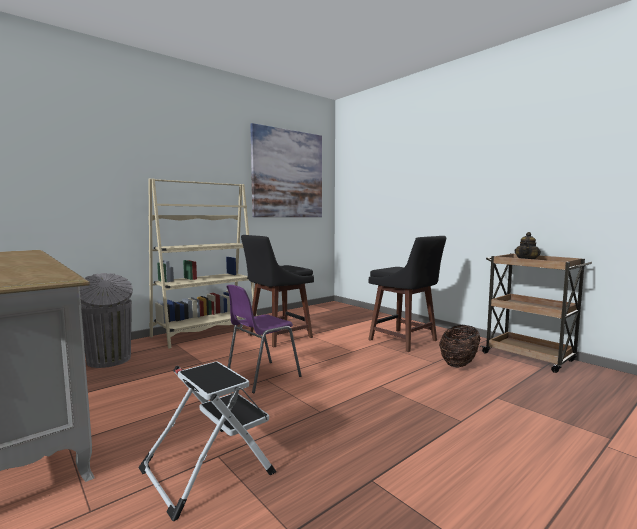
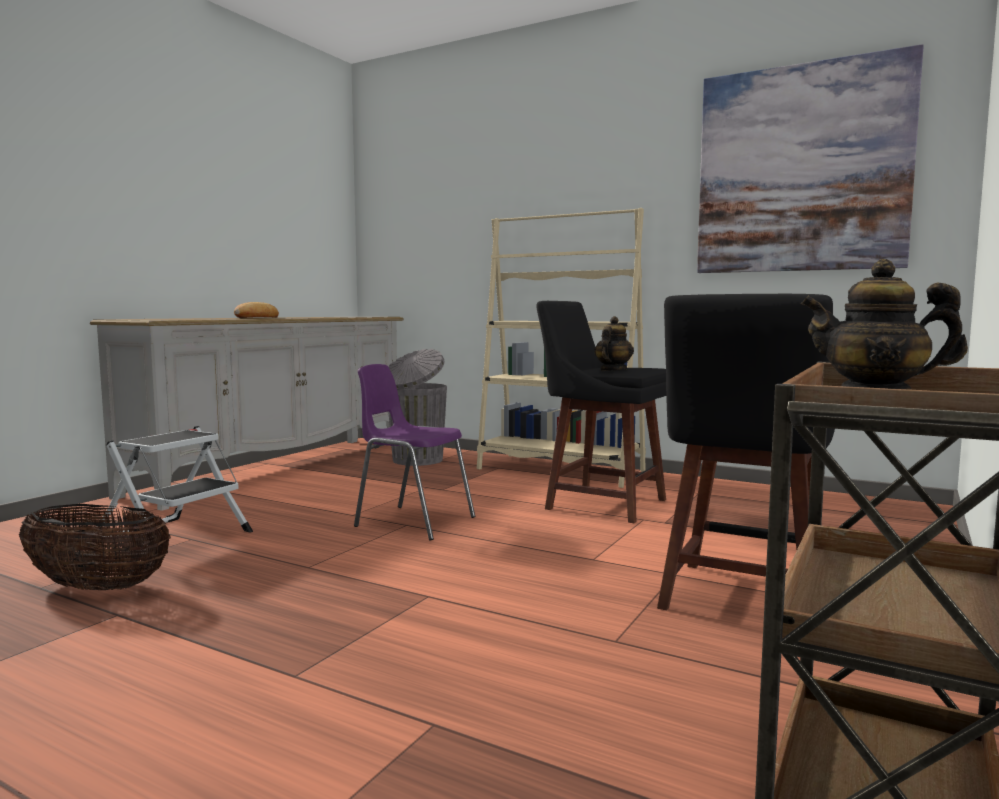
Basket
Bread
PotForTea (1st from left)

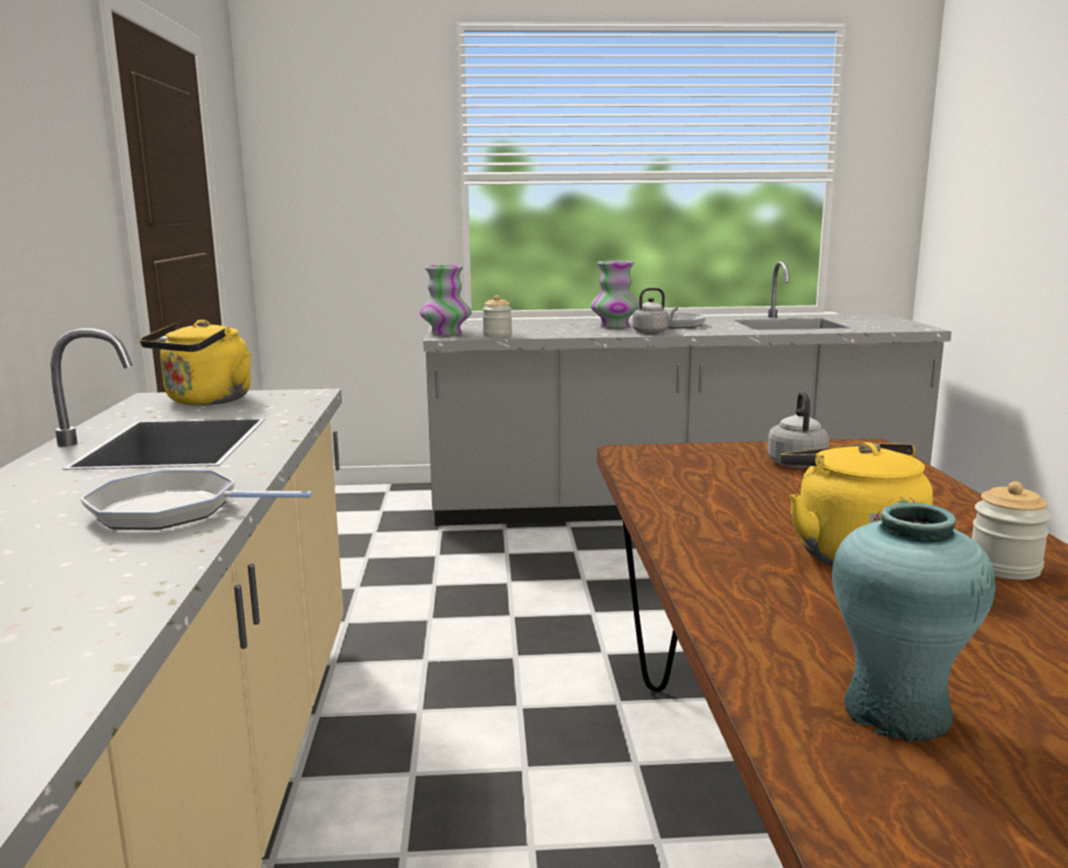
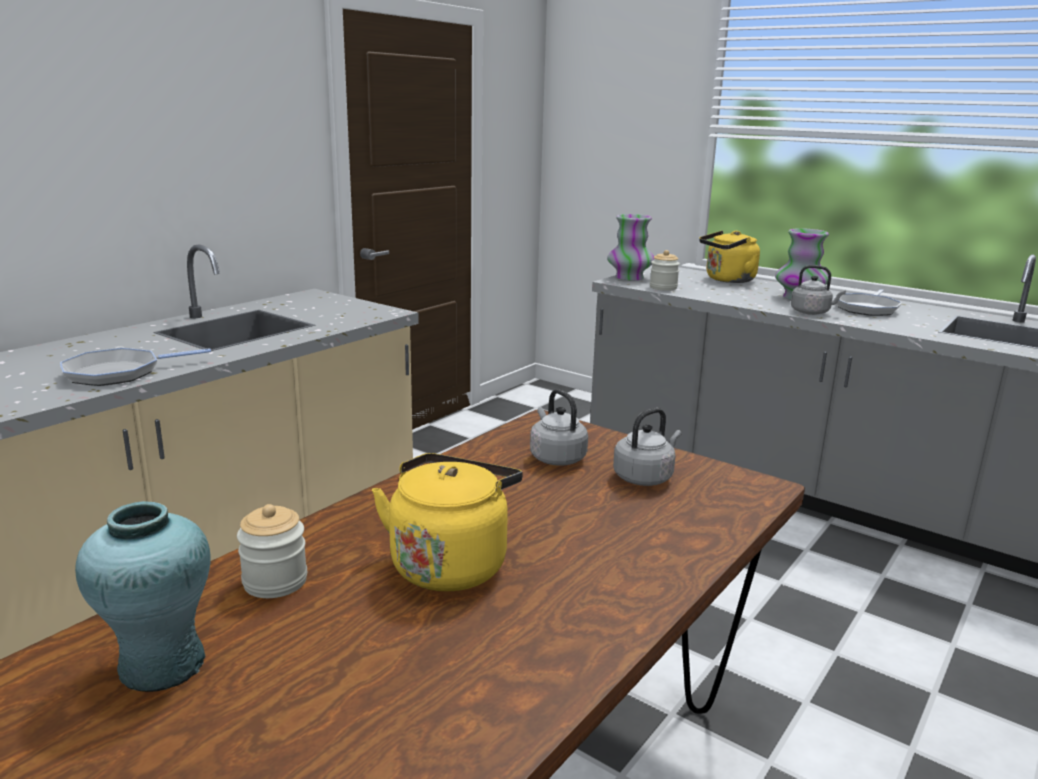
YellowTeaKettle (2nd from left)
FryingPan (1st from left)
StorageJar (1st from left)
GreyTeaKettle (1st from left)

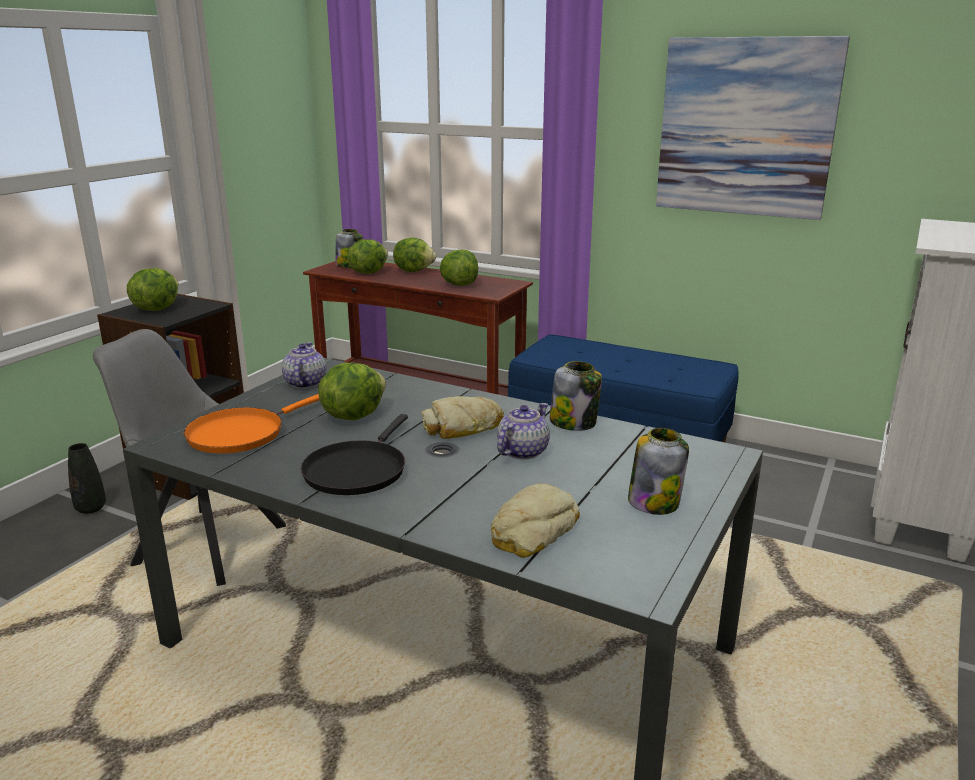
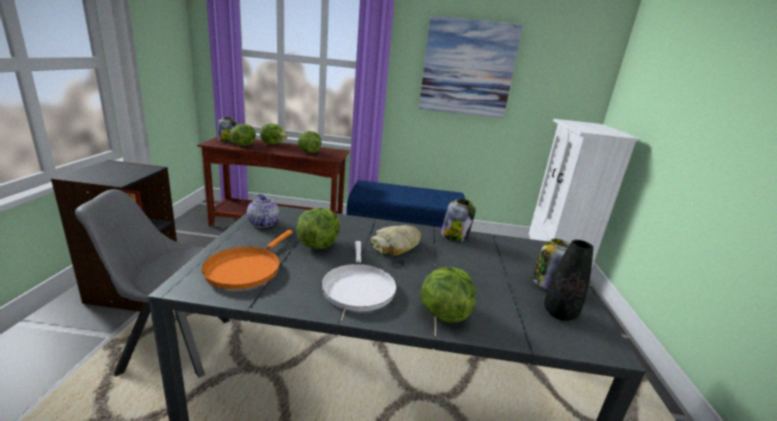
HeadOfLettuce (5th from left)
PotForTea (2nd from left in the first image)
WhiteColouredFryingPan
BlackVase
Bread (2nd from left in the first image)

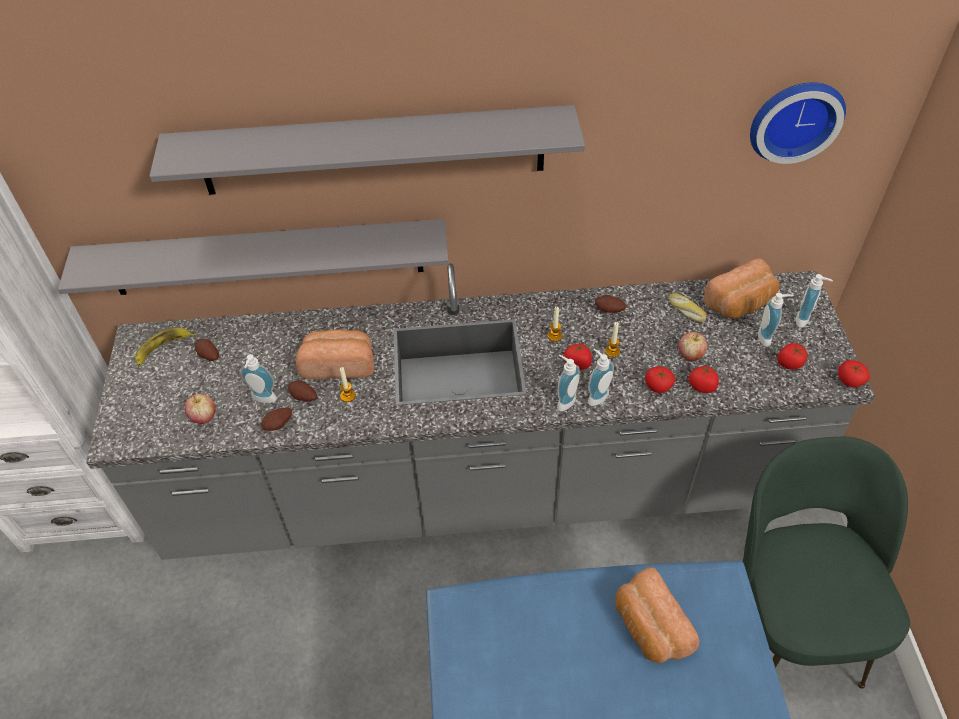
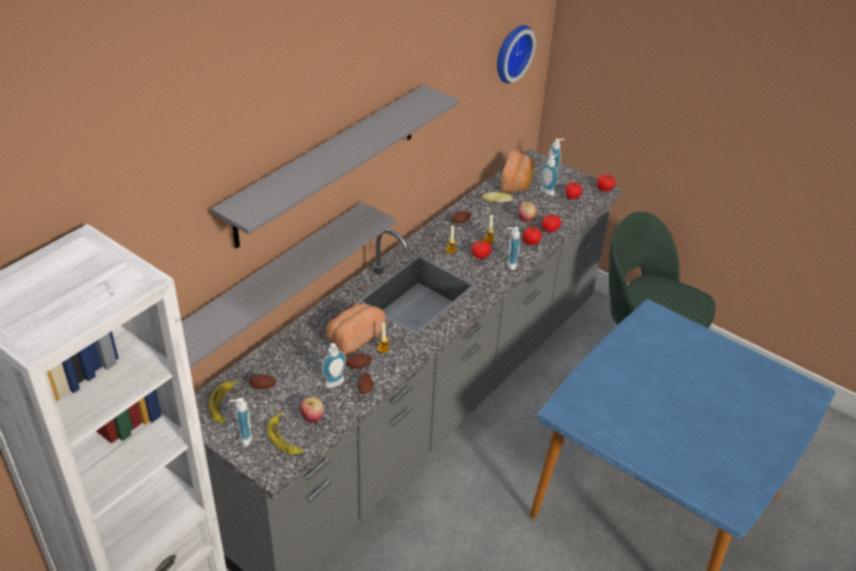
LiquidSoapBottle (1st from left)
Bread (2nd from left in the first image)
Banana (2nd from left)

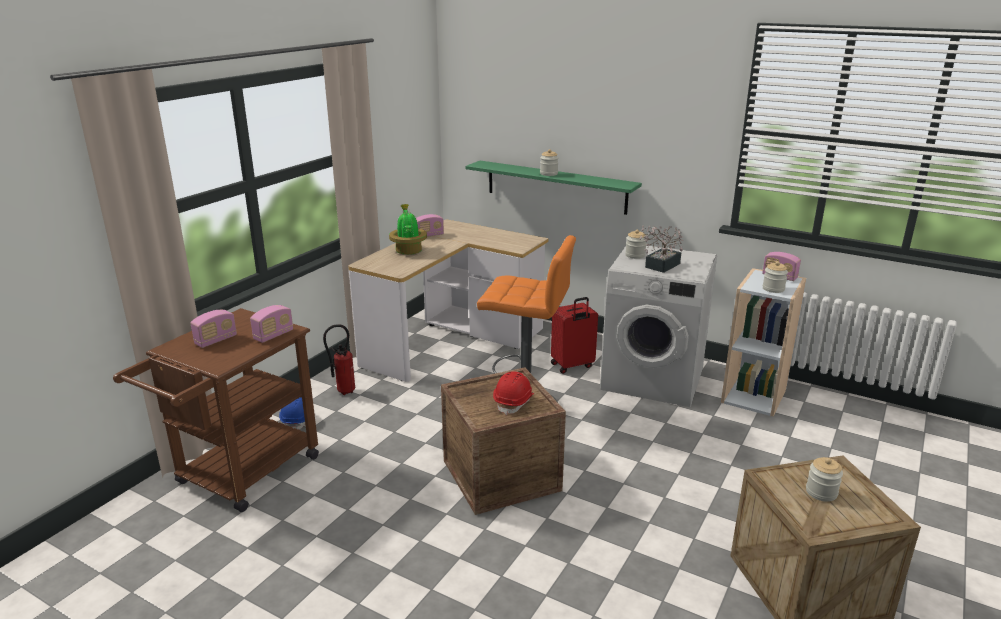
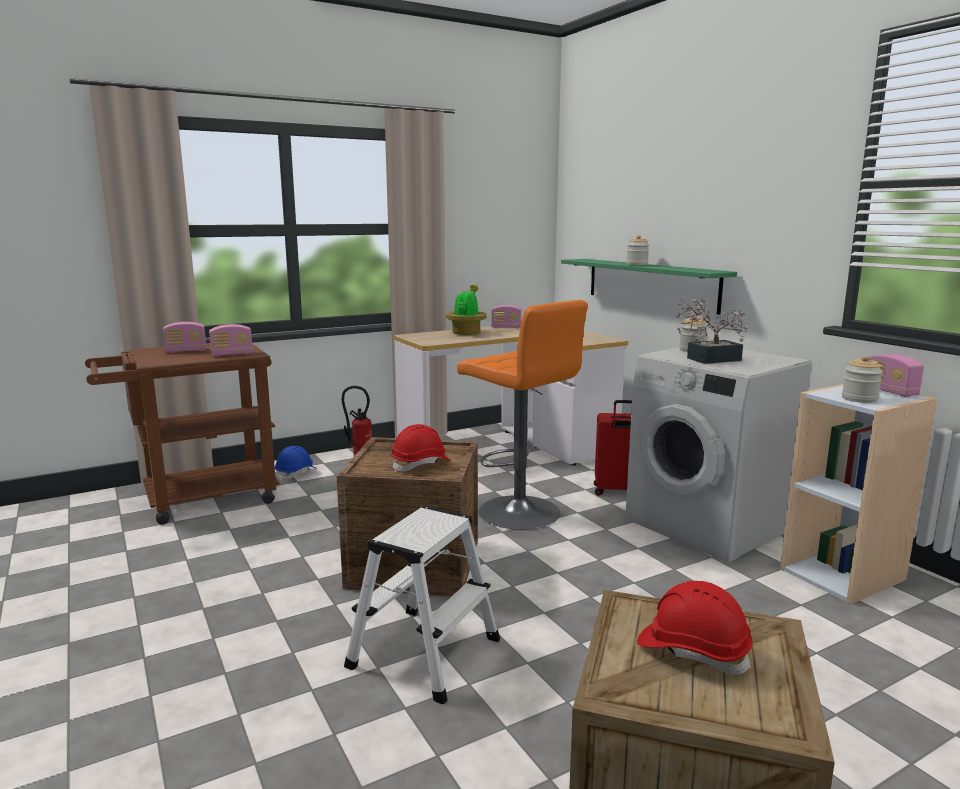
ReddishWorkHelmet (2nd from left)
WhiteColouredStepStool

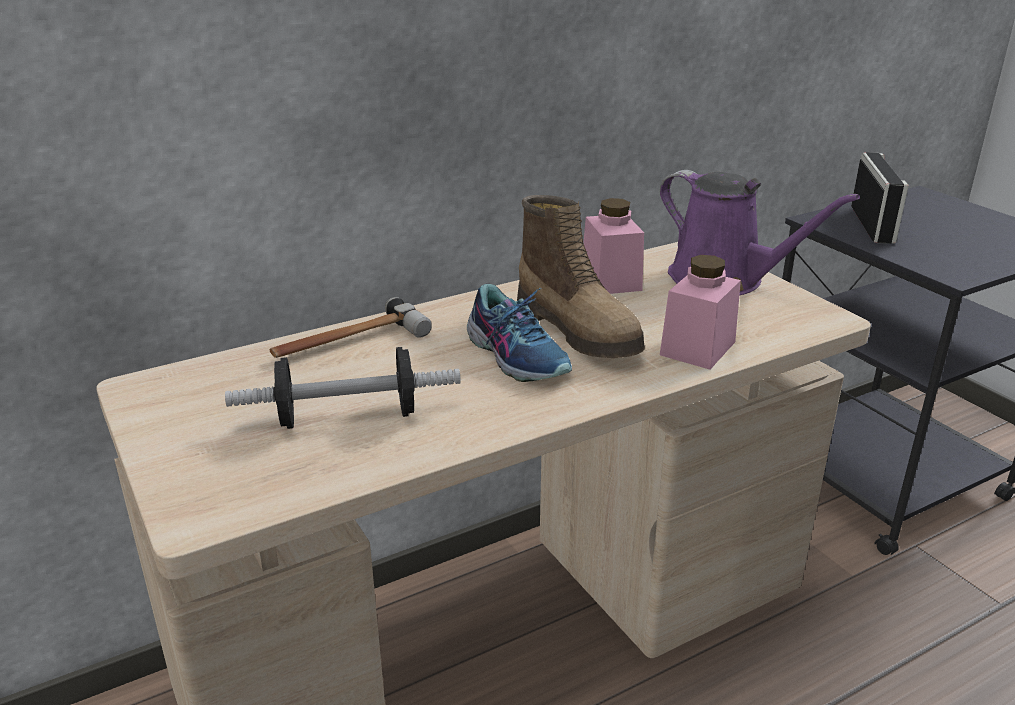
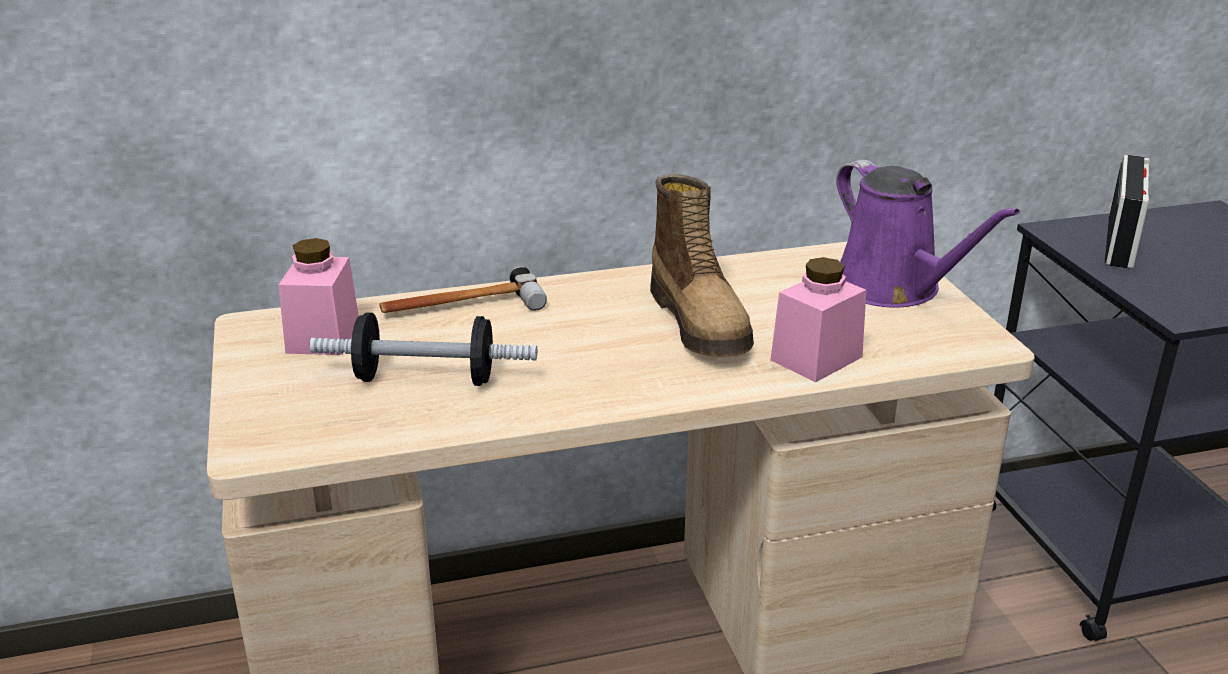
PinkStorageJar (1st from left)
LowShoe

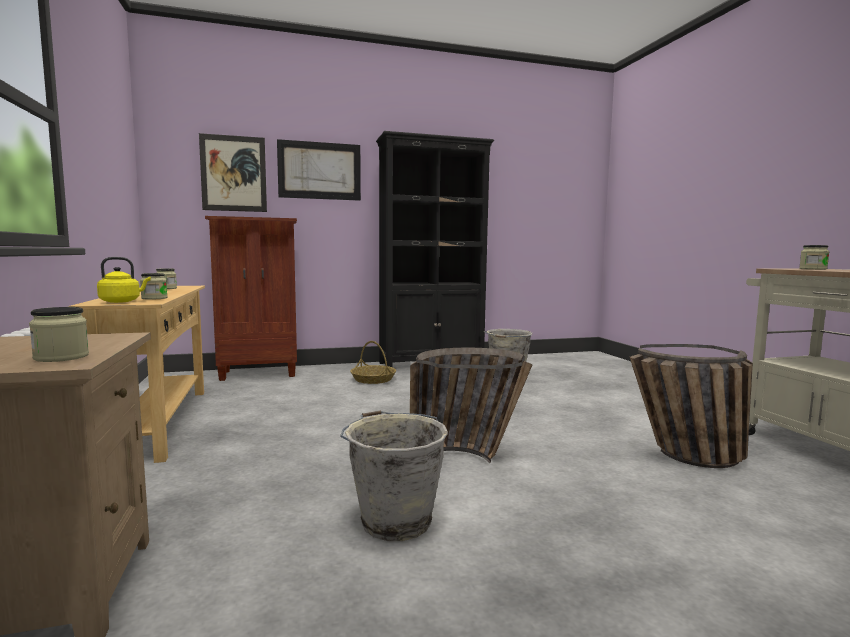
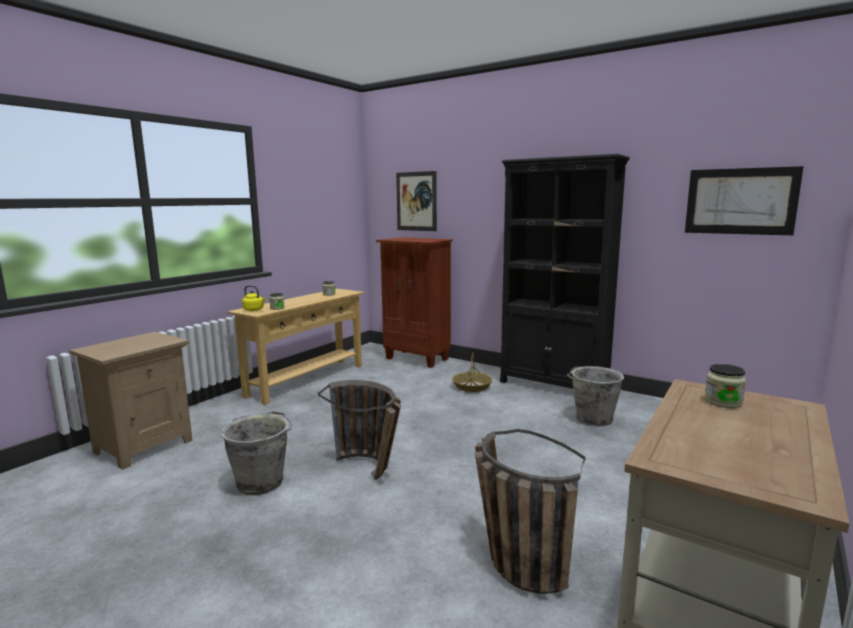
WallPicture (2nd from left)
StorageJar (1st from left in the first image)

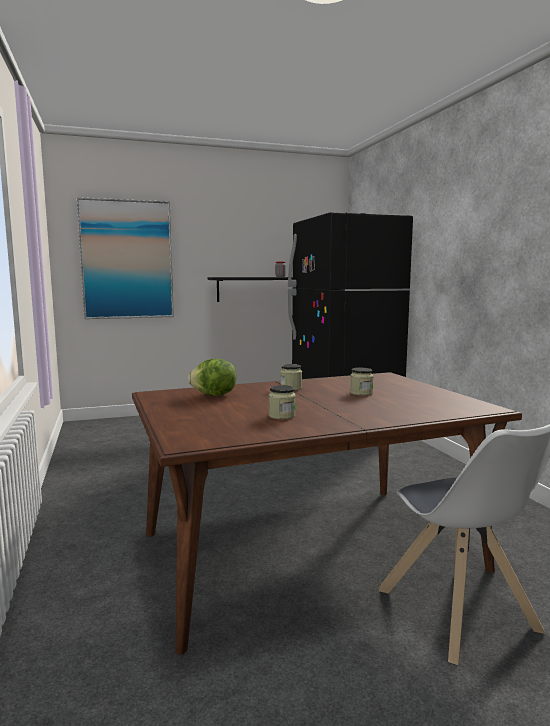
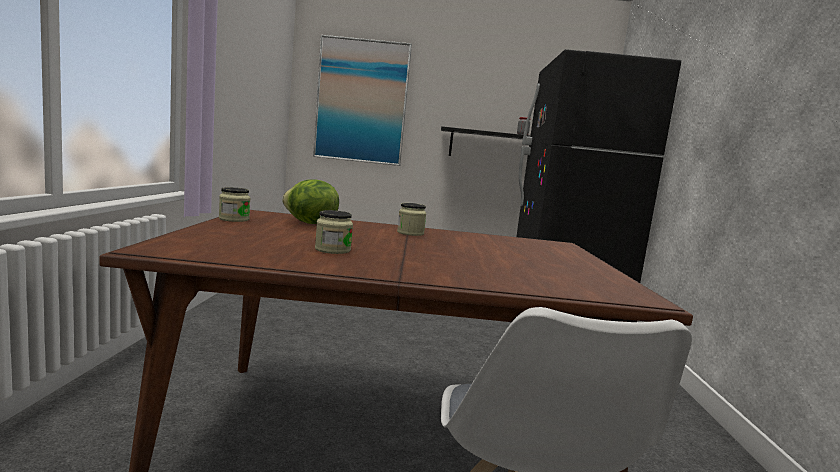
StorageJar (1st from left)

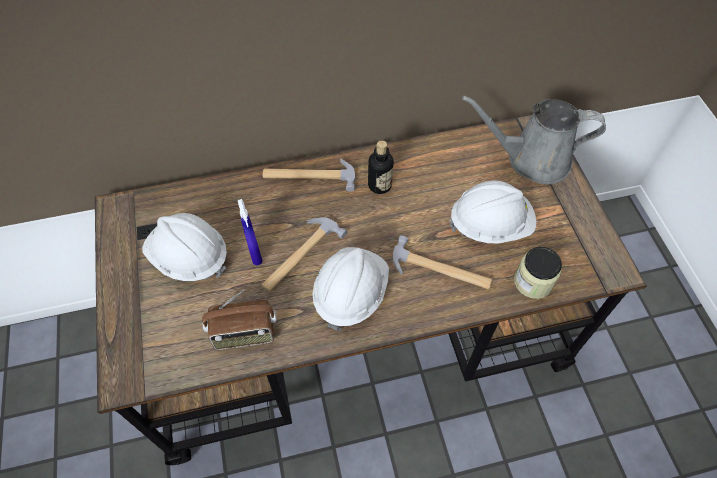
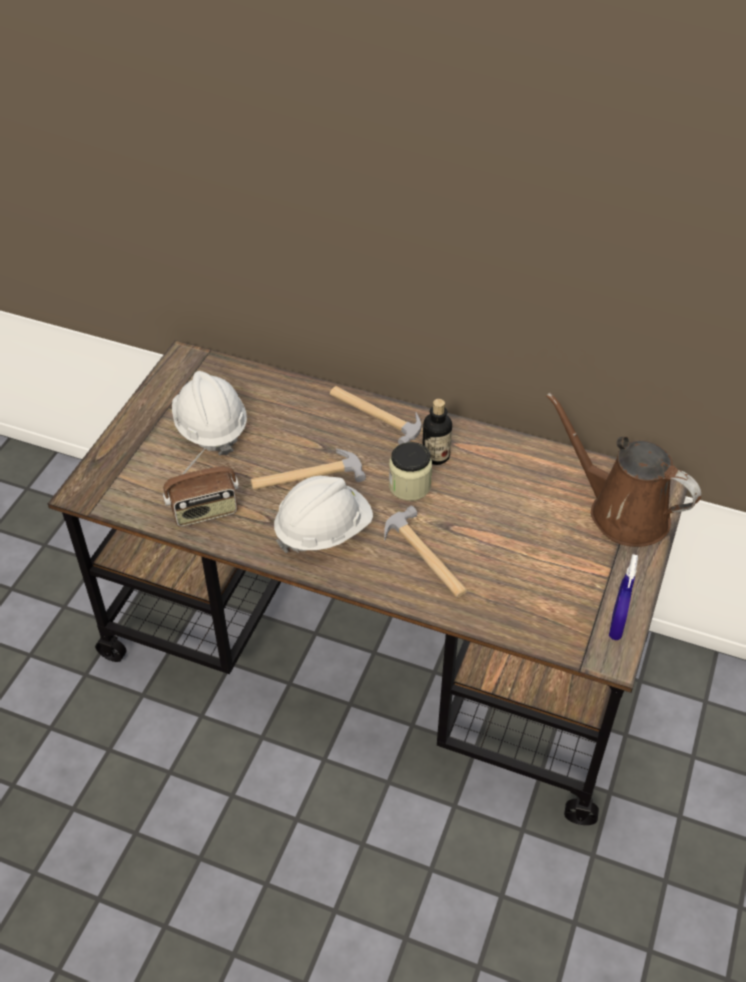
BrownSprinklingCan
WhiteColouredWorkHelmet (3rd from left in the first image)
BluishSprayer
StorageJar
RadioReceiver

